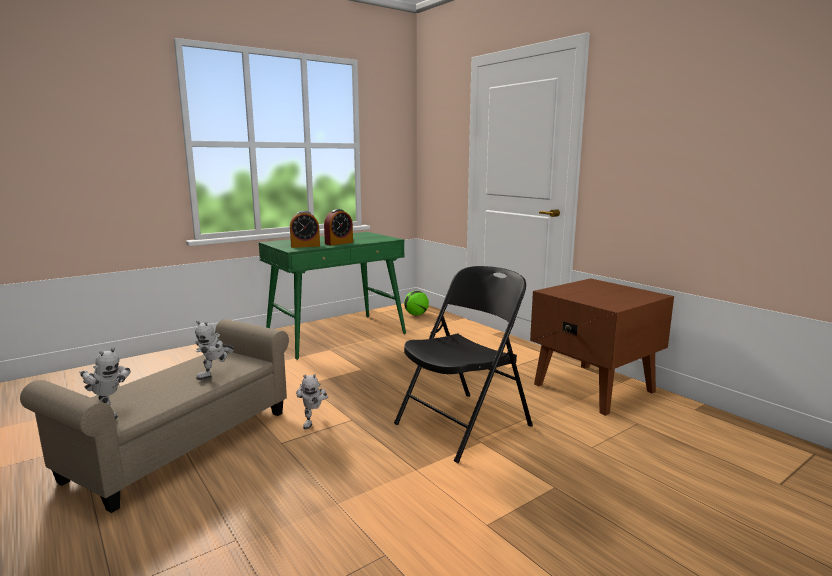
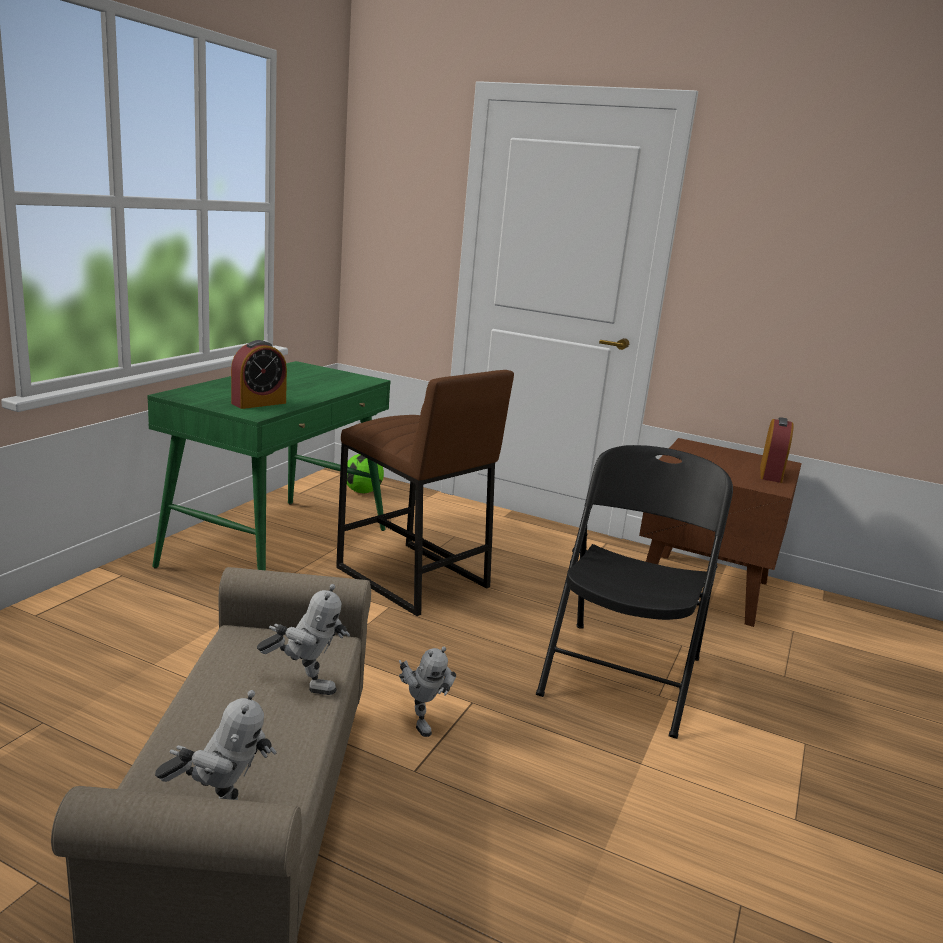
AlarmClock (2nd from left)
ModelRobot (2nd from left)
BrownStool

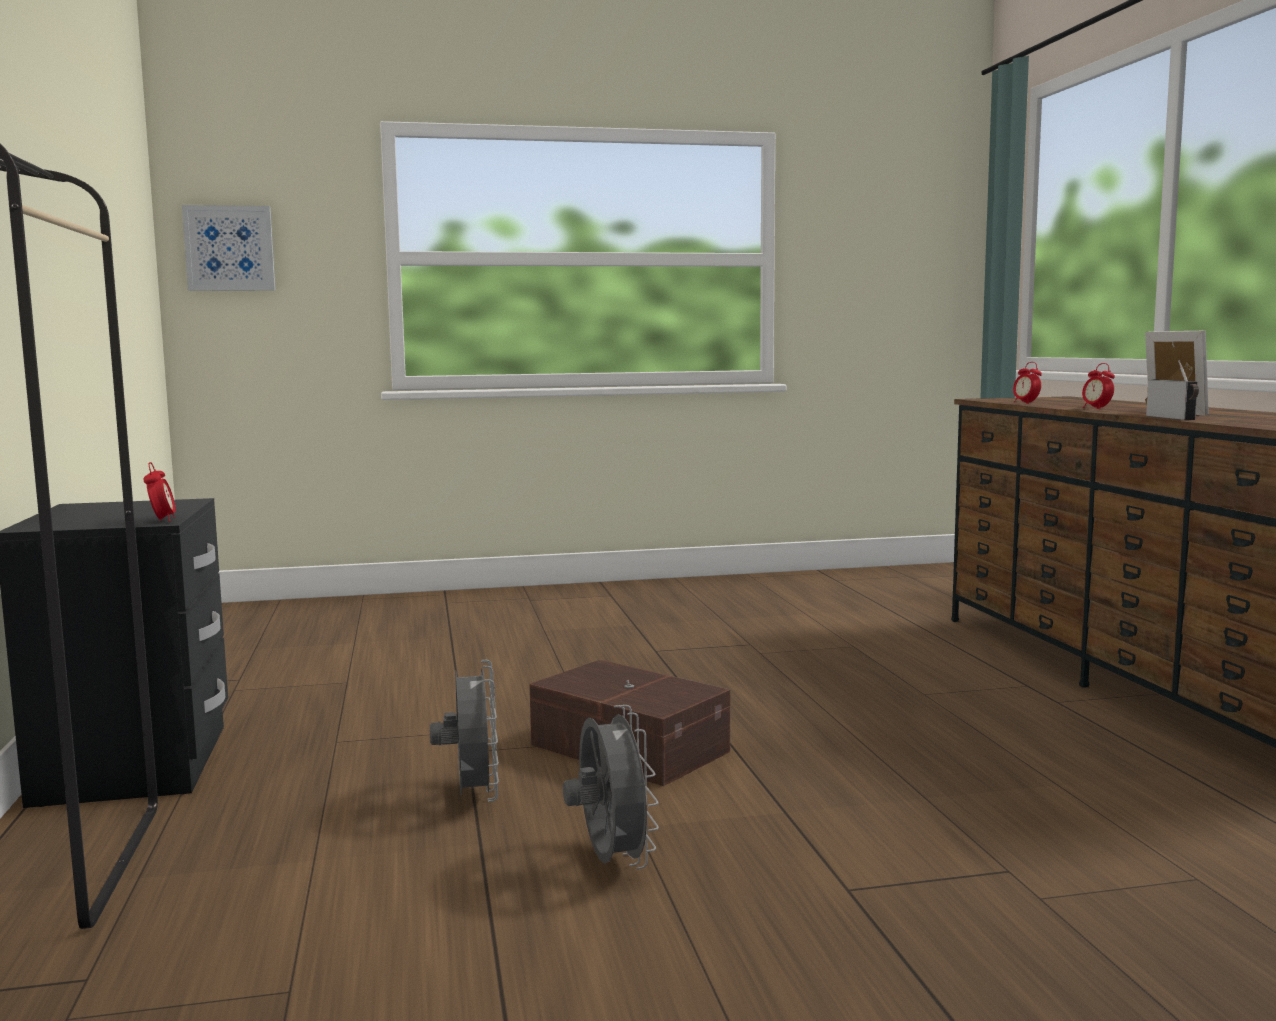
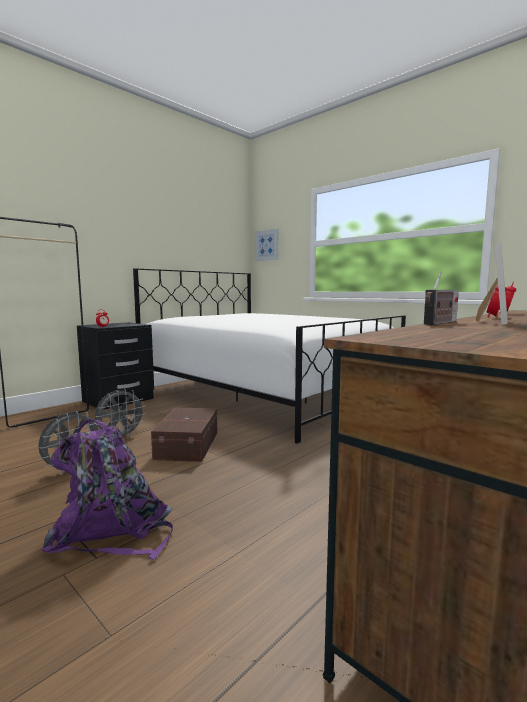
WhiteColouredBedroomBed
PurpleRucksack

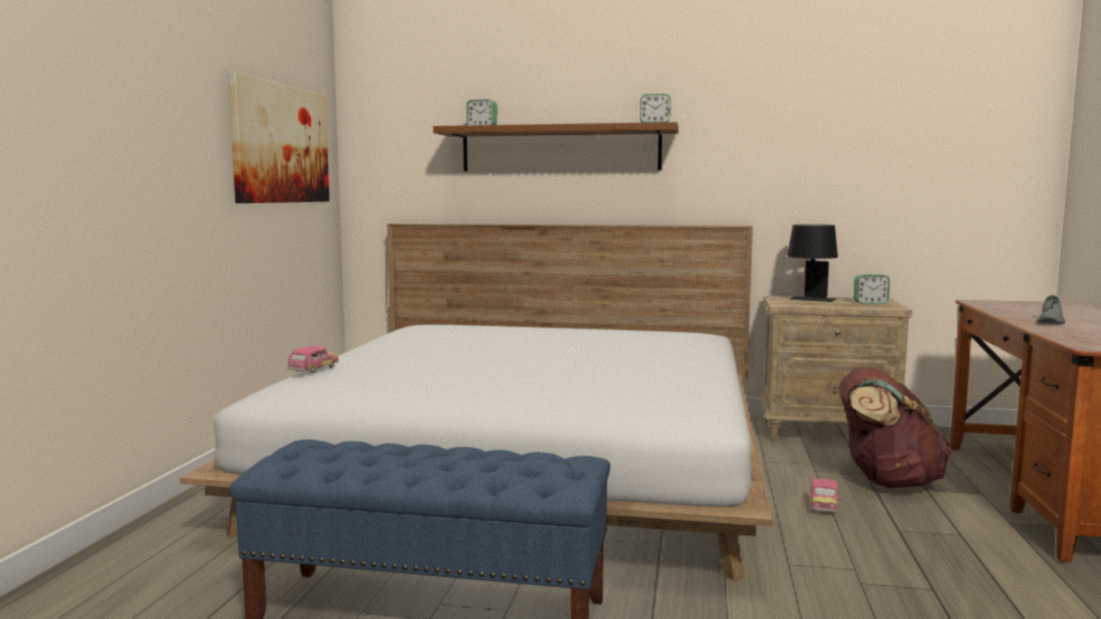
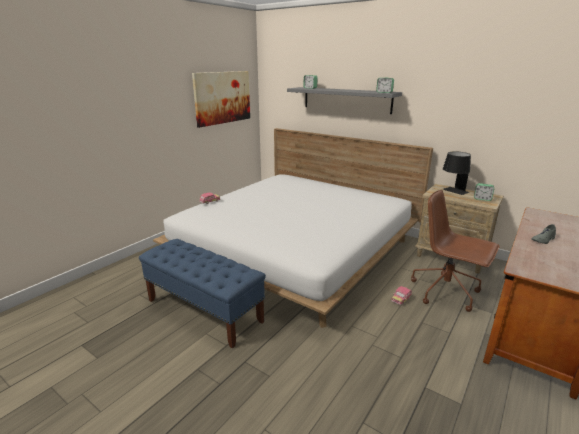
GreyShelf
BrownComputerChair

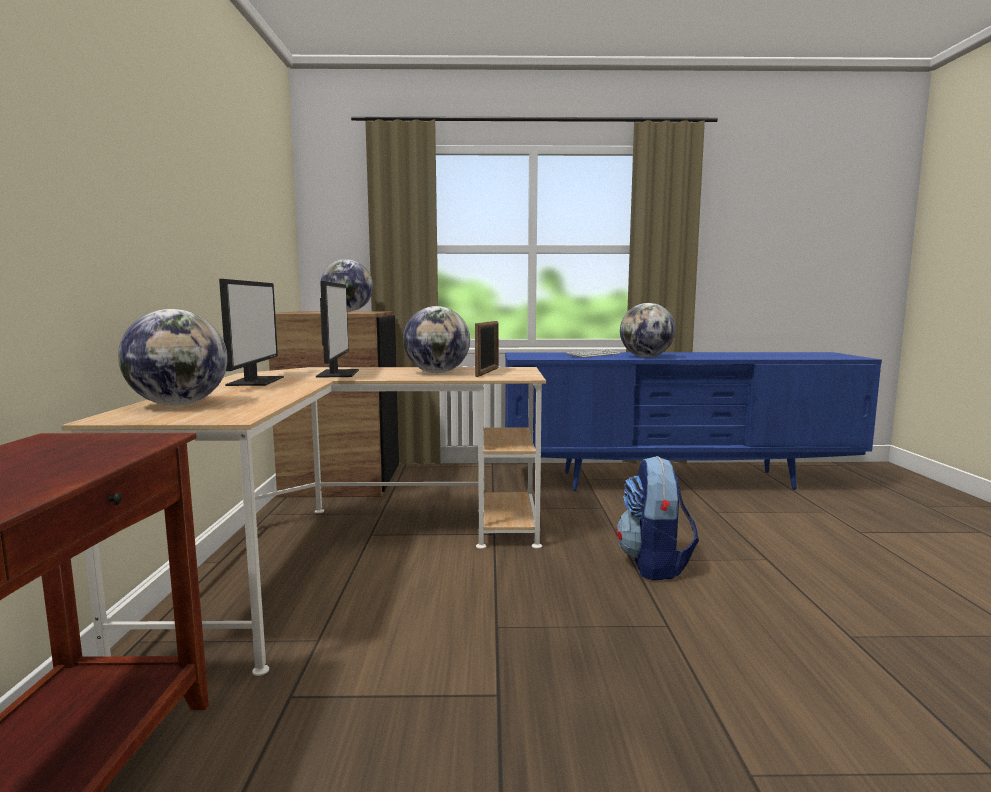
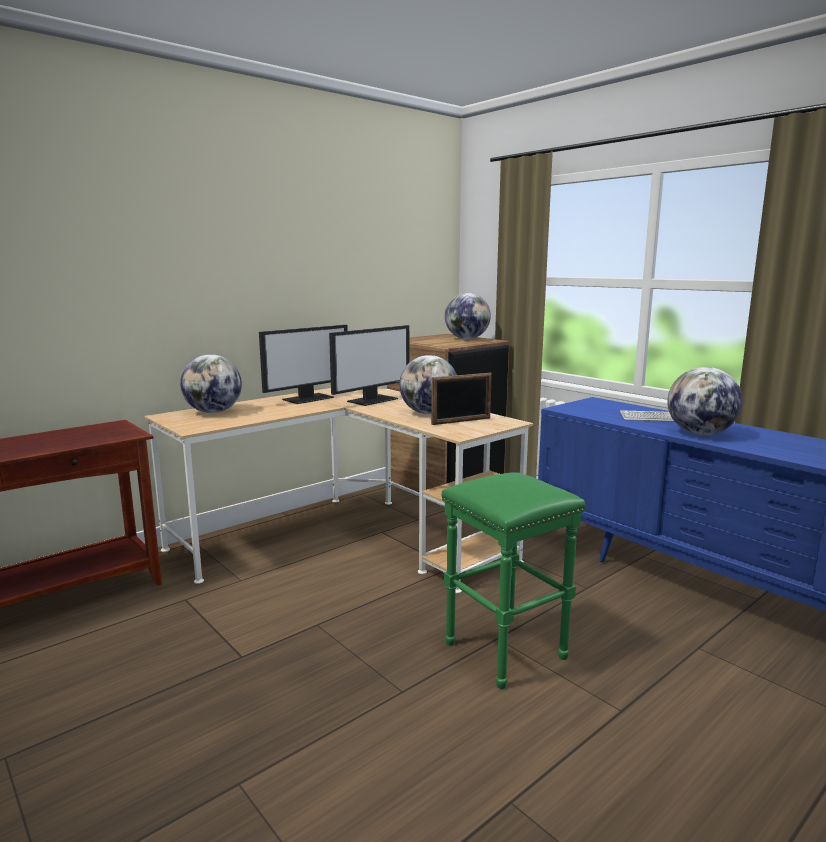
GreenishStool

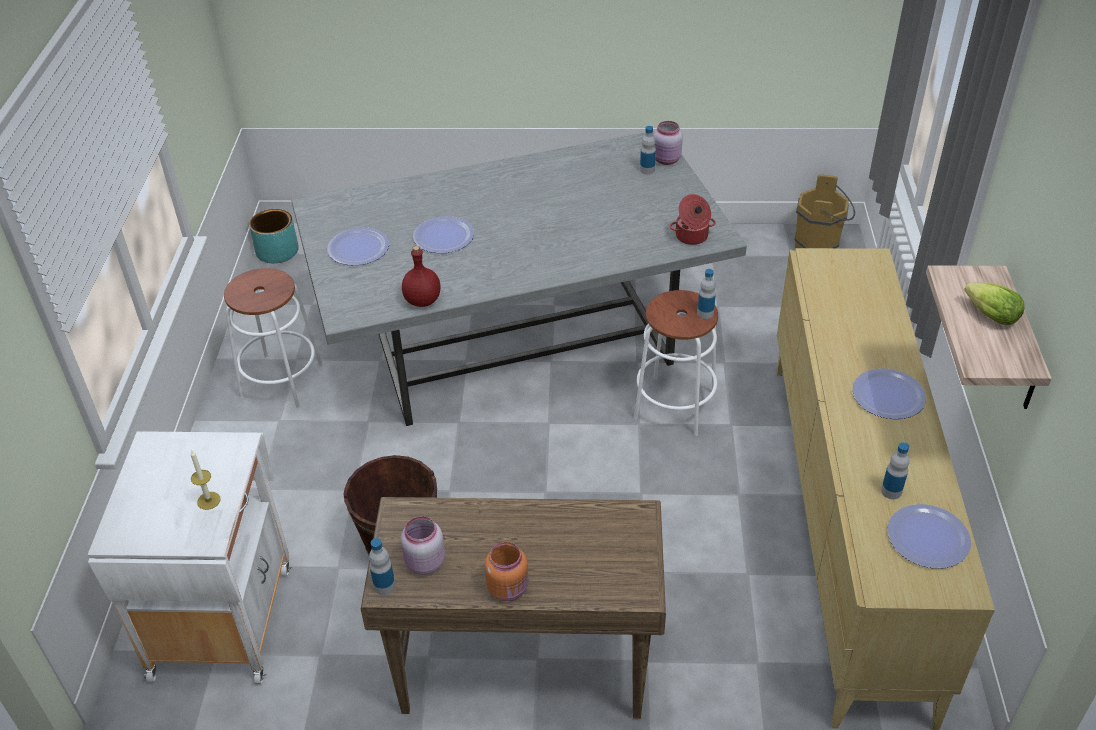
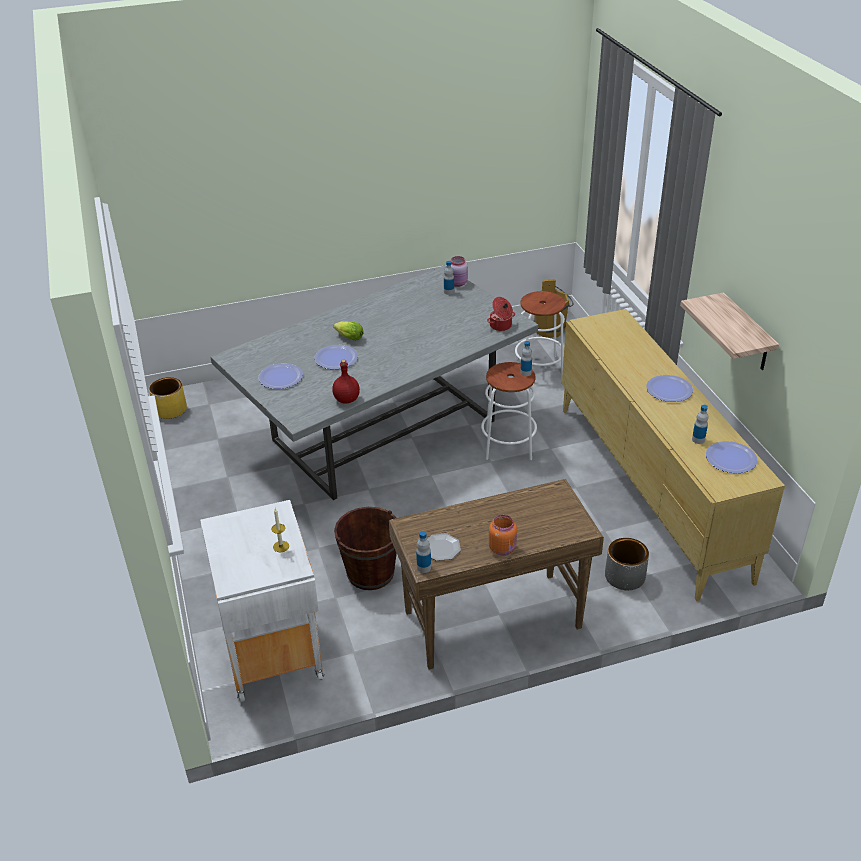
YellowFlowerPot
WhiteColouredStool (2nd from left)
HeadOfLettuce
FlatDish (3rd from left)
GreyFlowerPot

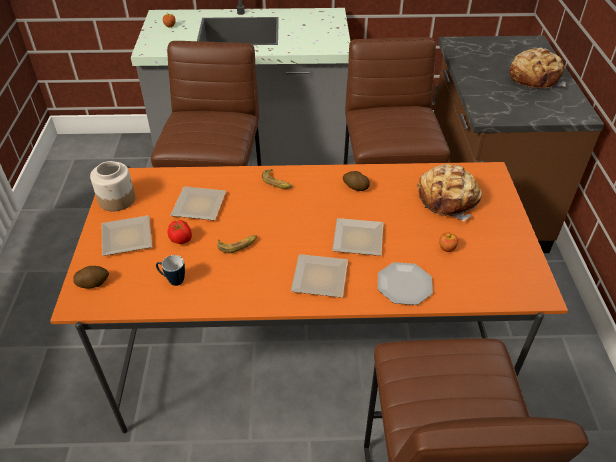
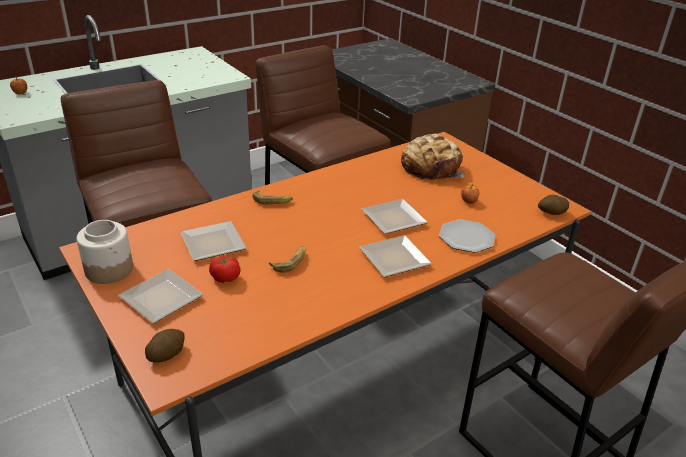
Bread (2nd from left in the first image)
WholePotato (2nd from left)
Mug

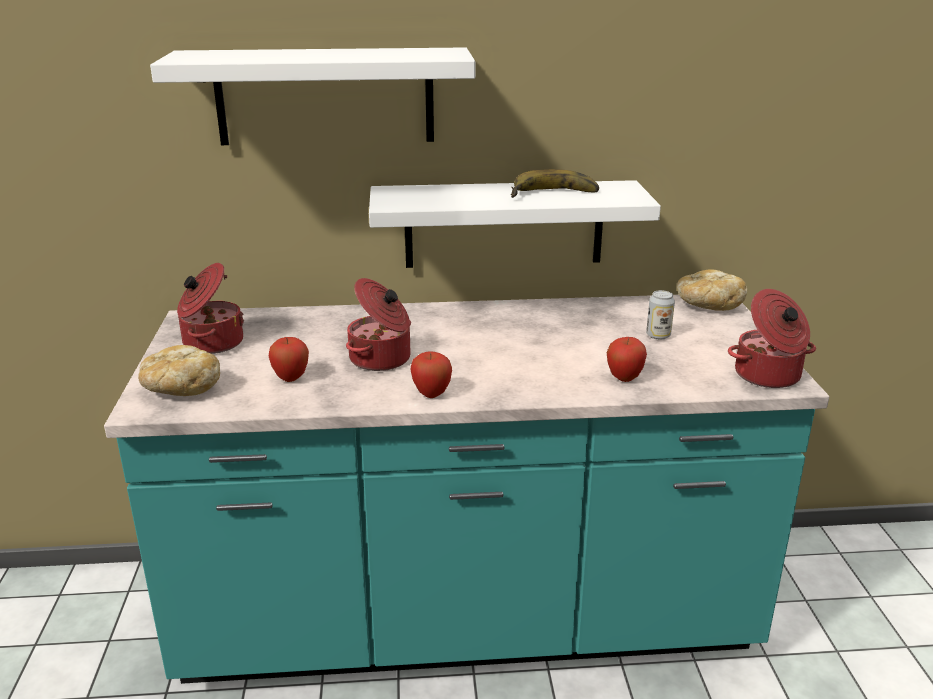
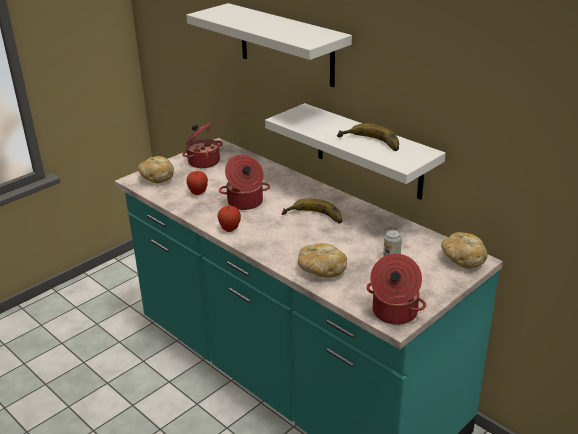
Bread (2nd from left)
Banana (1st from left)

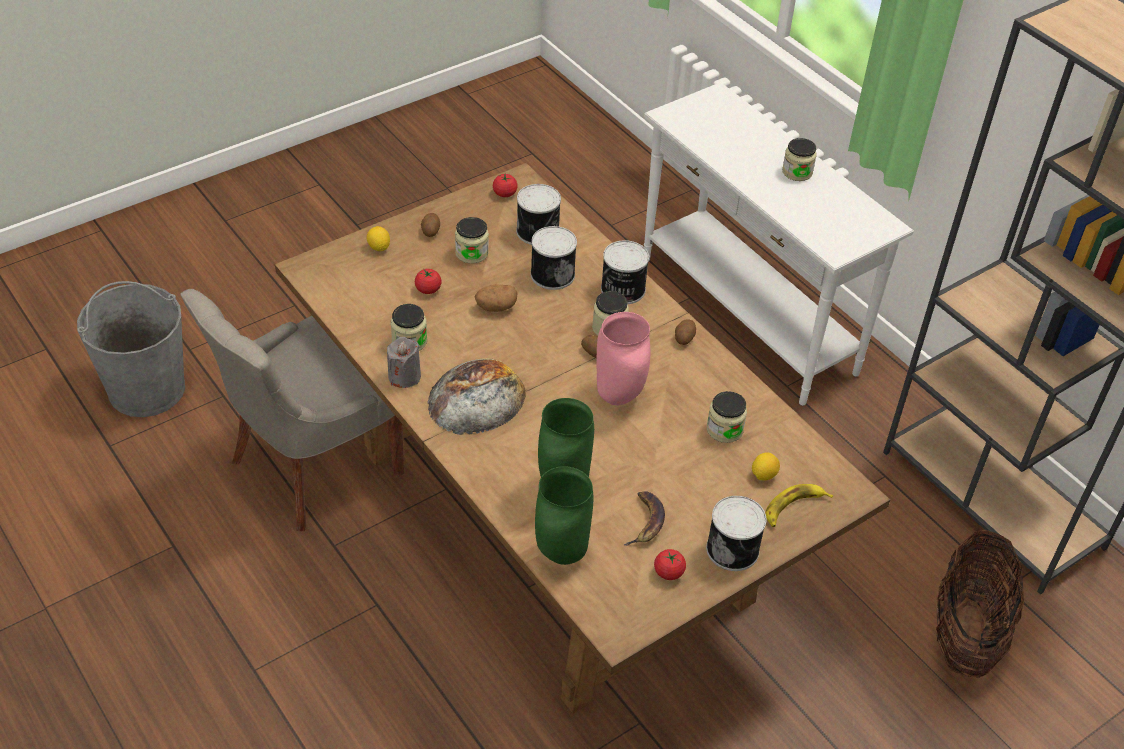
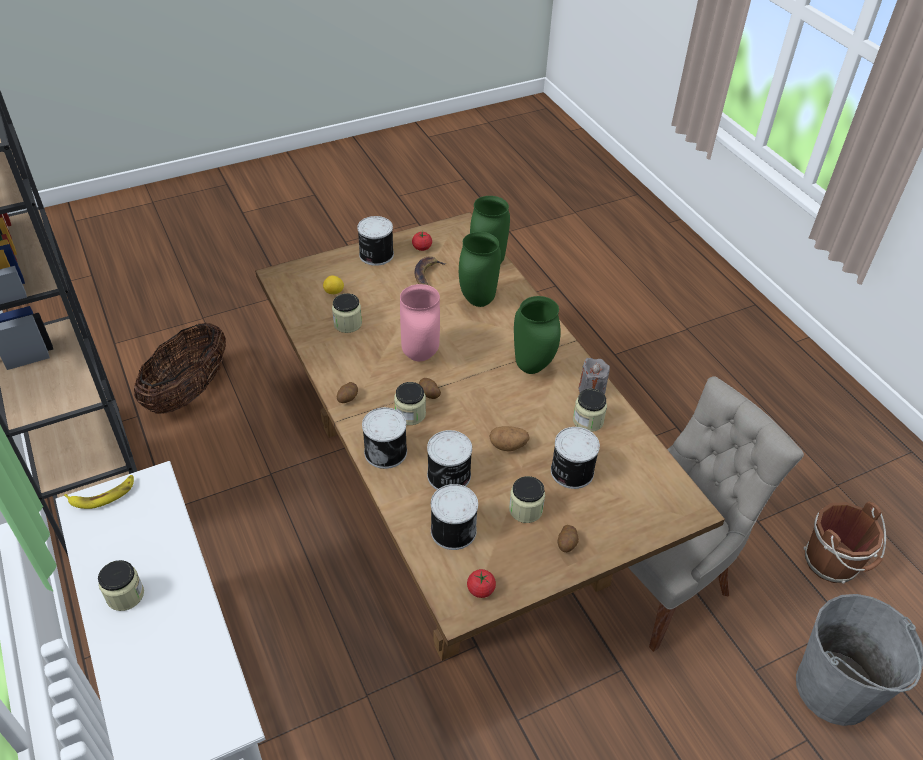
CitrusFruit (1st from left in the first image)
SealedCan (5th from left)
GreenishVase (3rd from left)
Banana (1st from left)
BrownBucket

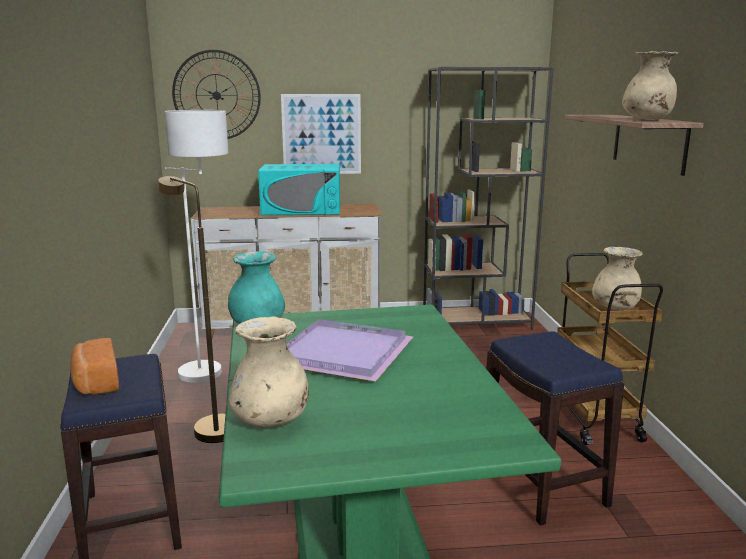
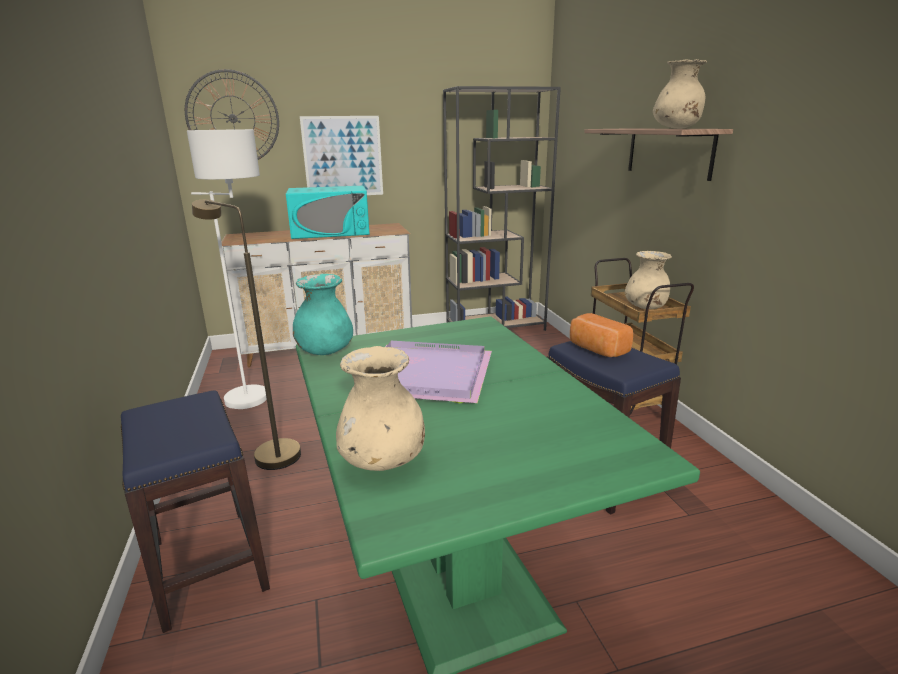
Bread

